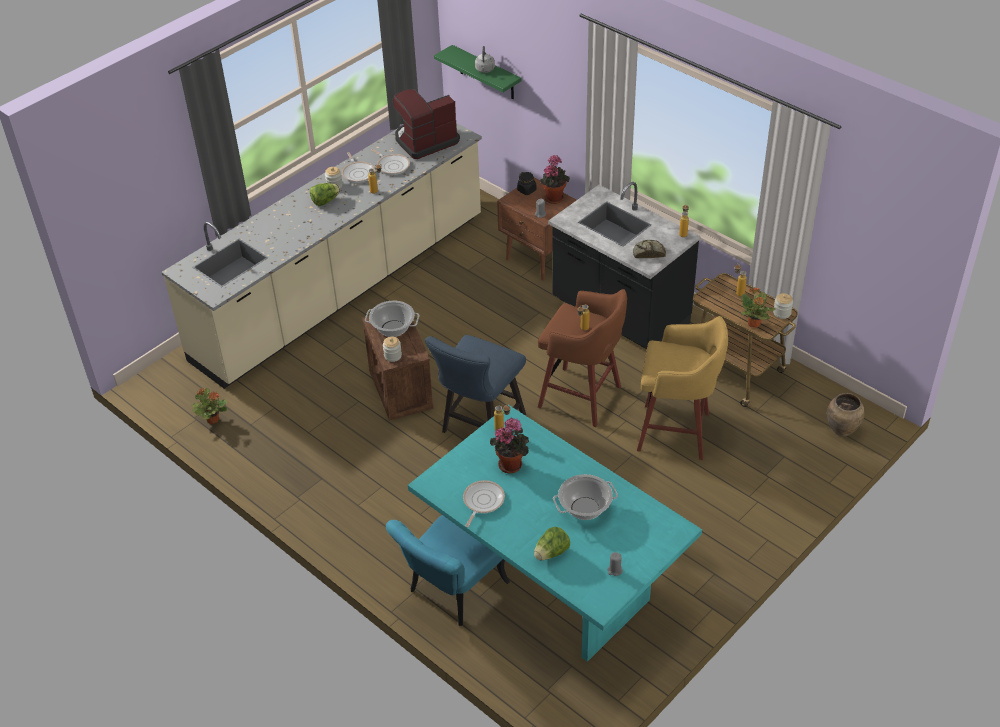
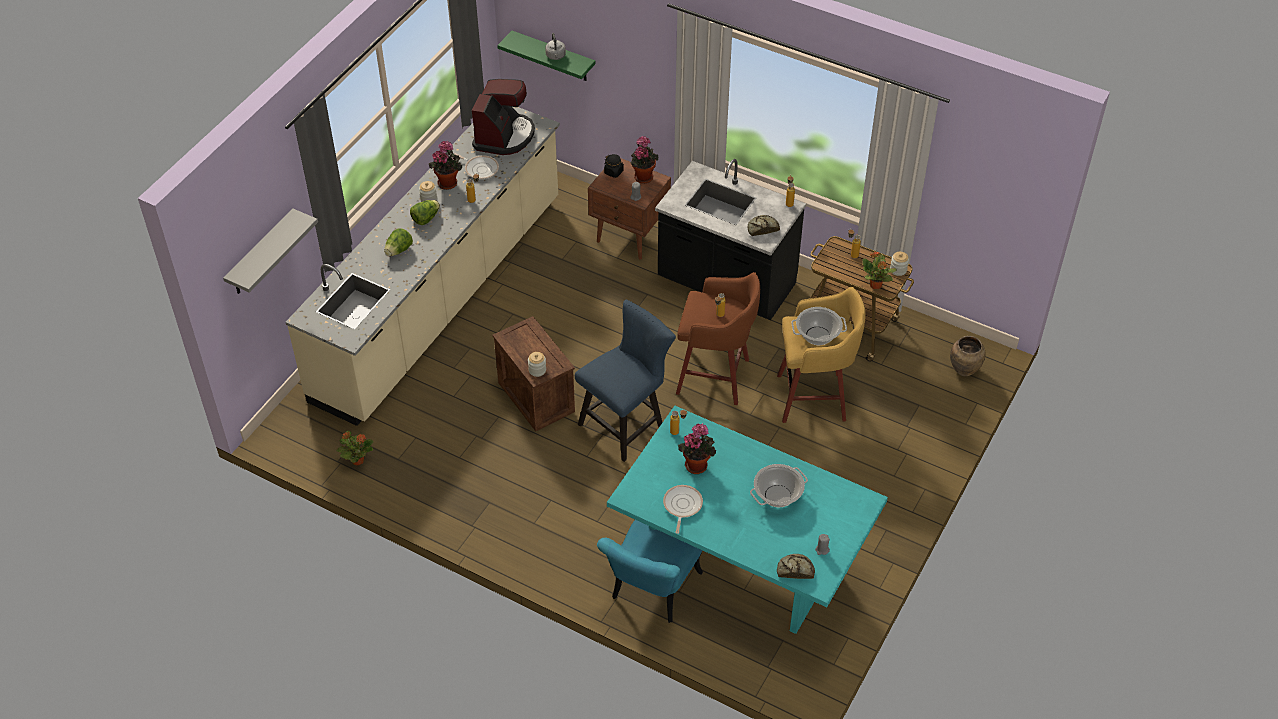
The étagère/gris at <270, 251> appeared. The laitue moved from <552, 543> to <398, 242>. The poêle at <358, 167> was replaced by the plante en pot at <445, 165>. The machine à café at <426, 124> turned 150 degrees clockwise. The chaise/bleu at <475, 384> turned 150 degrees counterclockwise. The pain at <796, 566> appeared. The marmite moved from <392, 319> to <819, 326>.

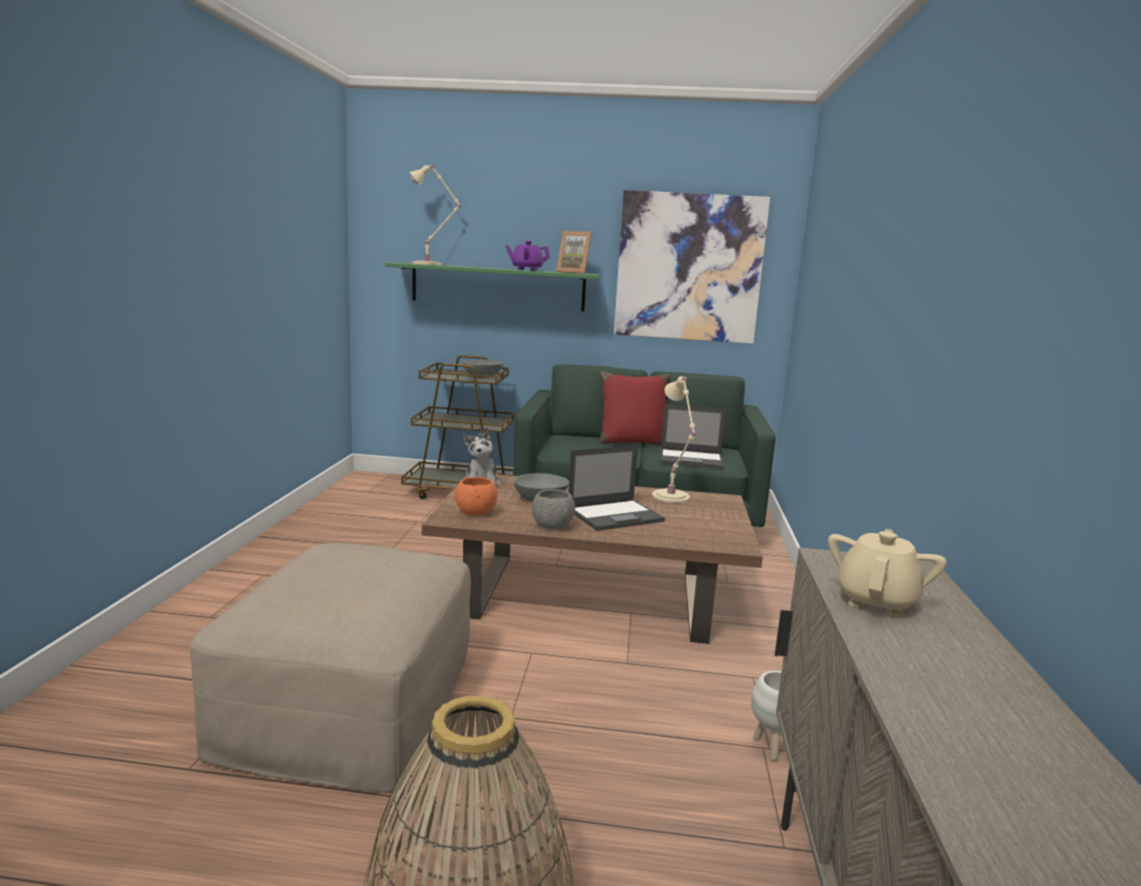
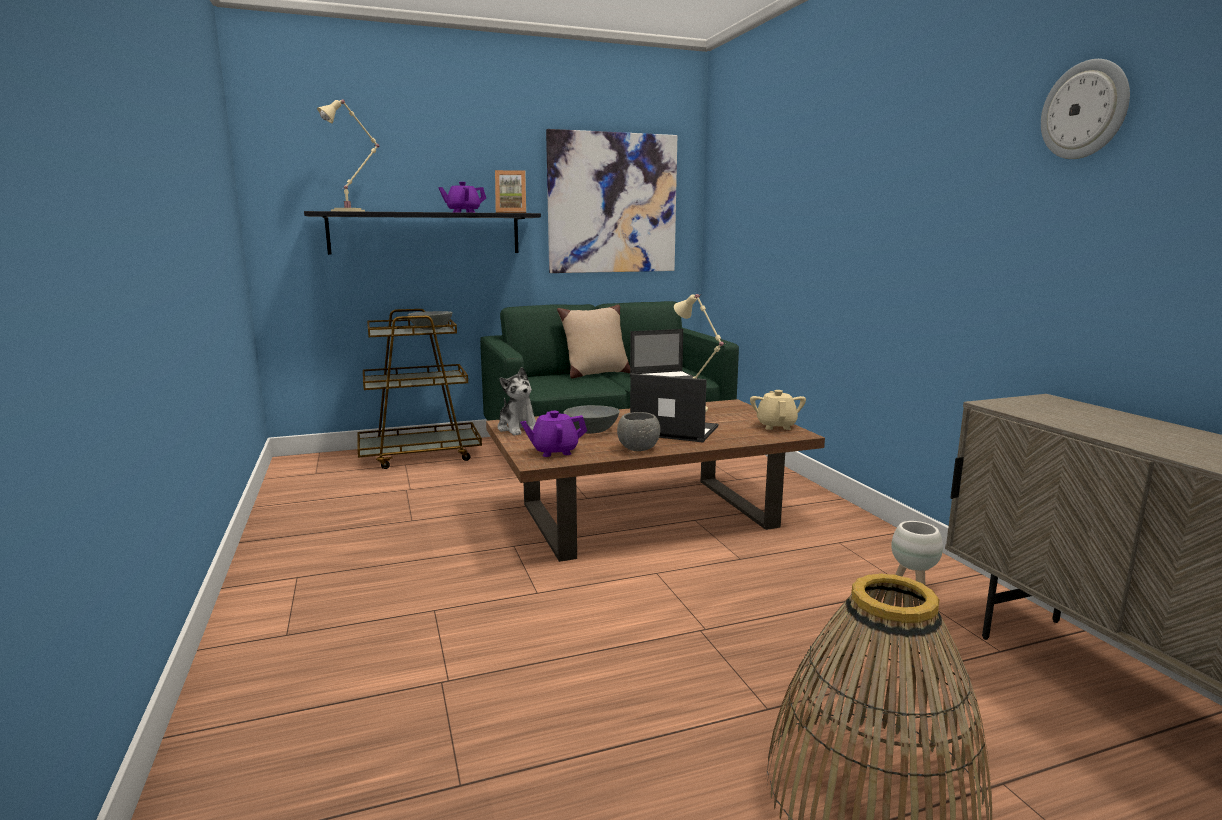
The étagère/vert at <492, 287> became the étagère/noir at <422, 233>. The bol/orange at <476, 496> was replaced by the théière/violet at <553, 434>. The coussin/rouge at <634, 408> became the coussin/beige at <593, 341>. The ordinateur portable at <616, 488> turned 105 degrees counterclockwise. The théière/beige moved from <887, 573> to <778, 410>. The horloge murale at <1085, 109> appeared. The pouf/beige at <330, 668> disappeared.

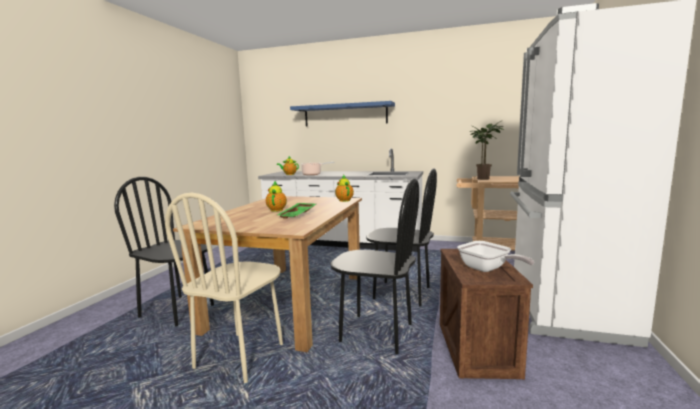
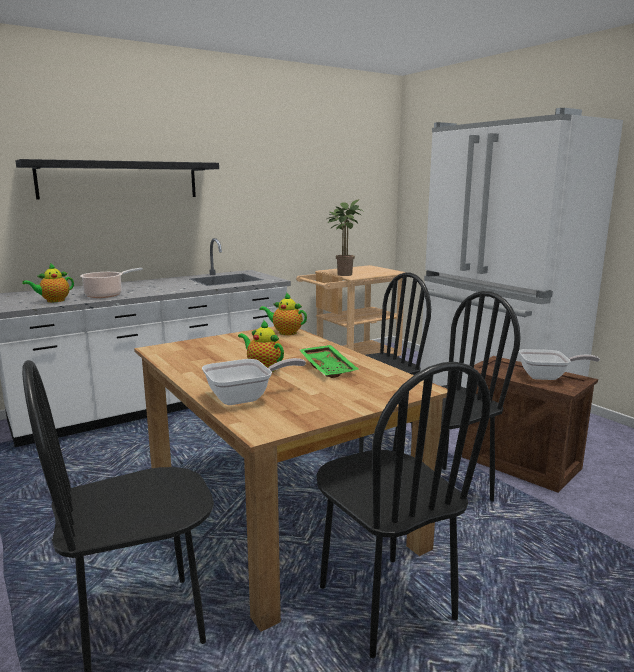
The étagère/bleu at <342, 114> became the étagère/noir at <117, 179>. The poêle at <254, 381> appeared. The chaise/beige at <224, 288> became the chaise/noir at <403, 510>.

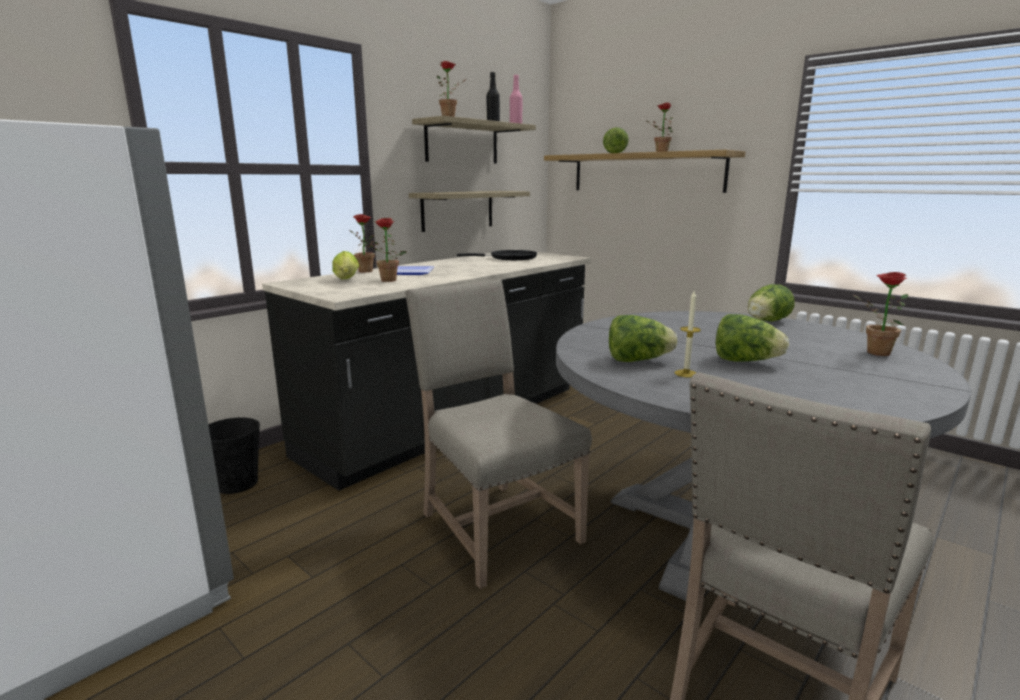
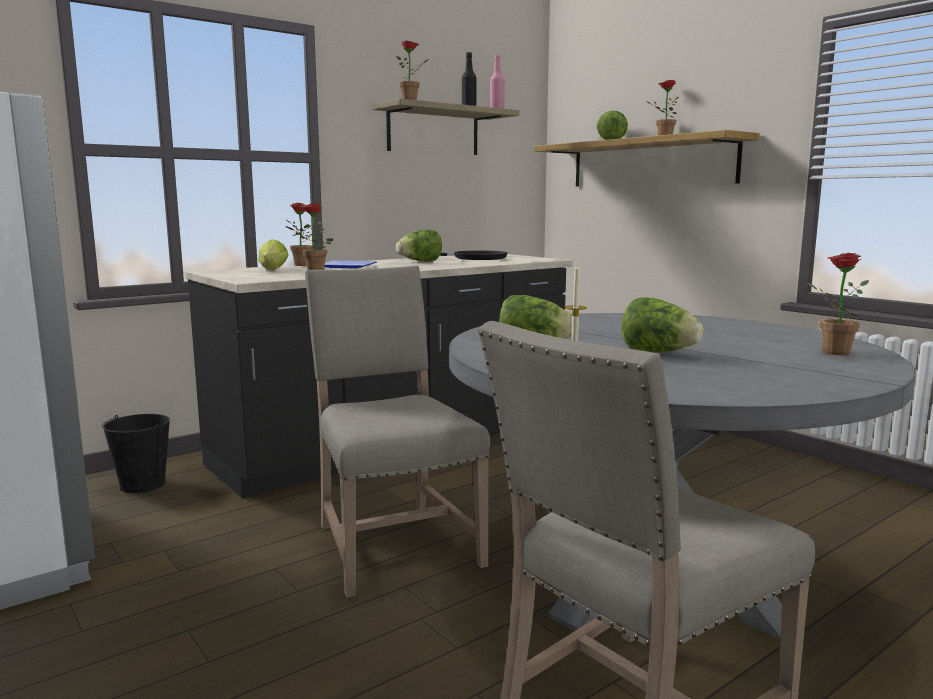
The laitue moved from <771, 303> to <419, 245>. The étagère at <469, 211> disappeared.

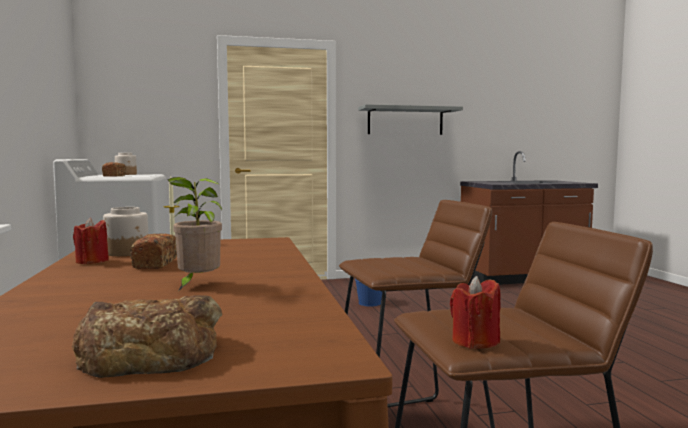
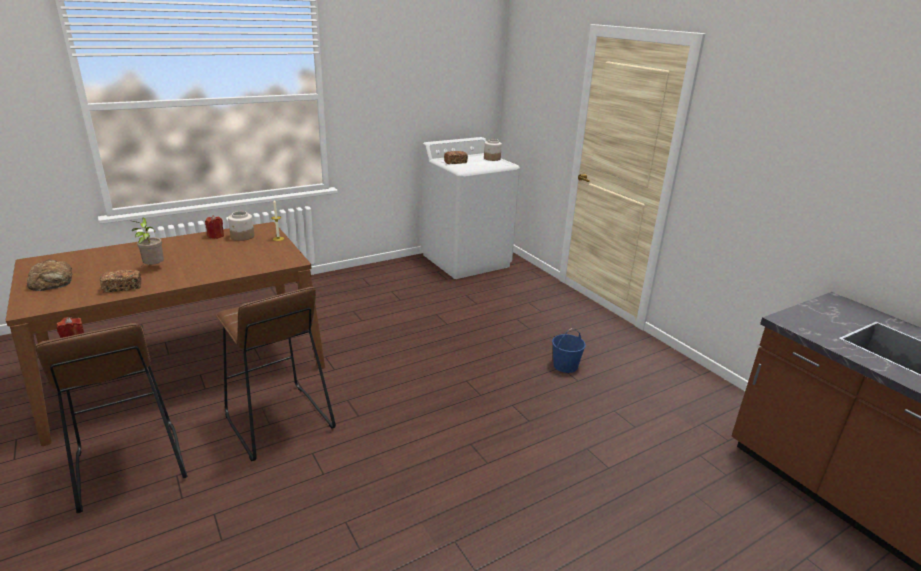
The pain moved from <153, 251> to <120, 281>. The étagère/gris at <410, 119> disappeared.

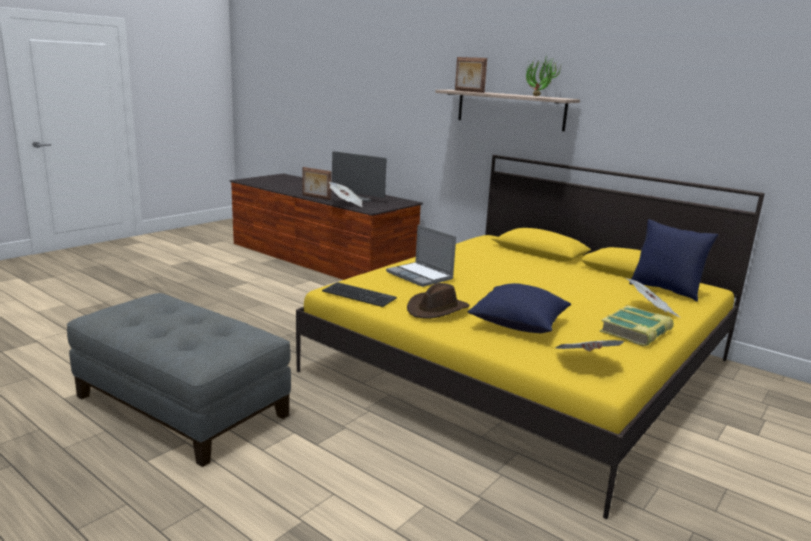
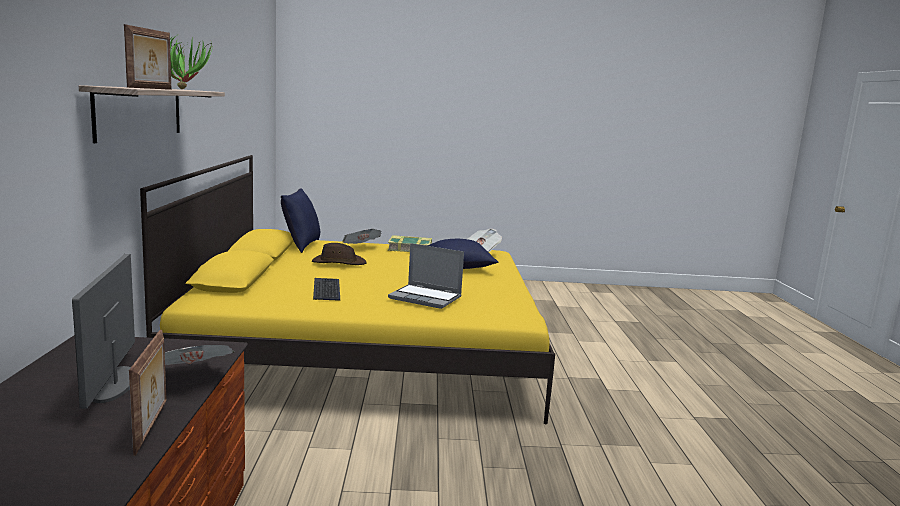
The chapeau/marron moved from <438, 301> to <339, 254>. The clavier moved from <359, 294> to <326, 289>. The ordinateur portable at <421, 256> turned 105 degrees clockwise. The pouf/gris at <179, 380> disappeared.

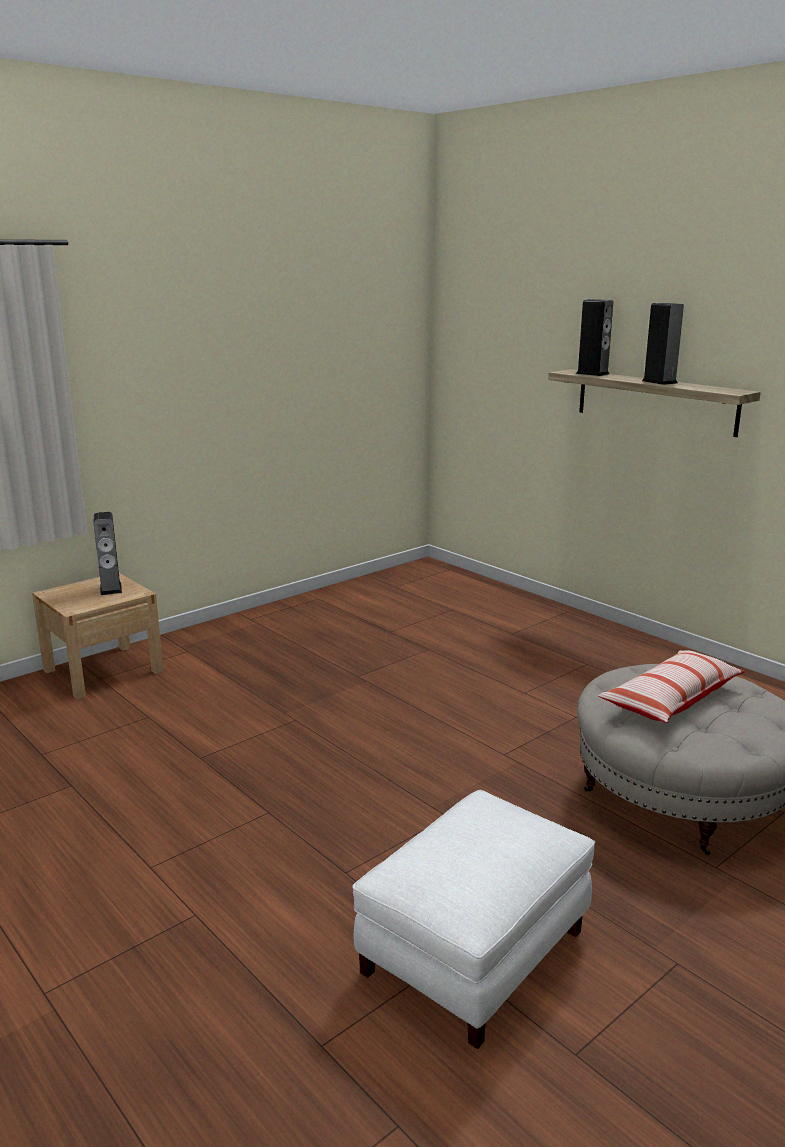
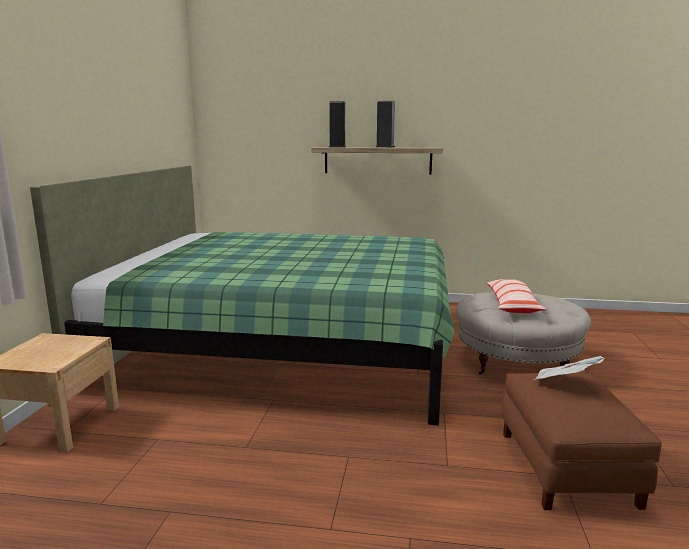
The lit/vert at <242, 295> appeared. The pouf/blanc at <474, 919> became the pouf/marron at <582, 441>. The journal at <569, 368> appeared. The enceinte at <108, 553> disappeared.

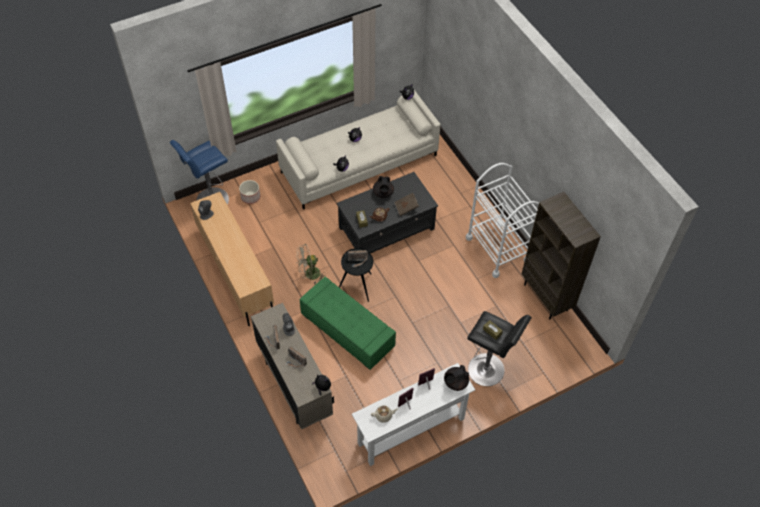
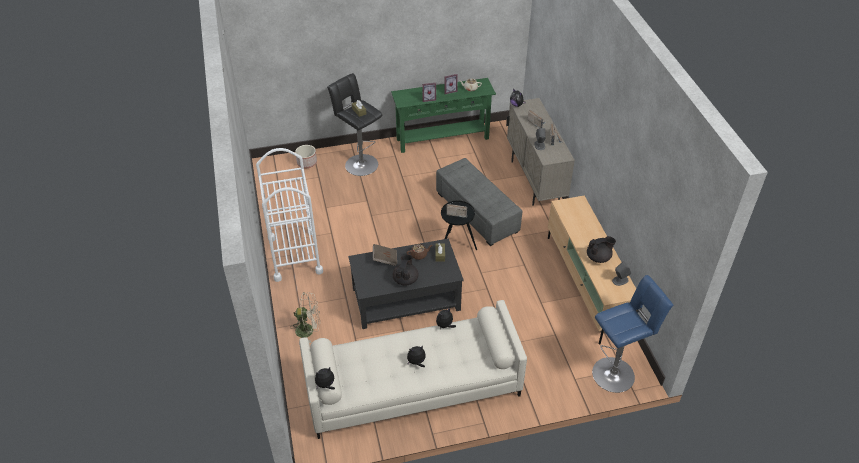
The ventilateur/beige moved from <311, 264> to <305, 317>. The cache-pot moved from <249, 192> to <306, 156>. The table console/blanc at <413, 414> became the table console/vert at <443, 115>. The pouf/vert at <348, 323> became the pouf/gris at <479, 202>. The théière/noir moved from <456, 378> to <601, 249>. The bibliothèque/marron at <561, 256> disappeared.

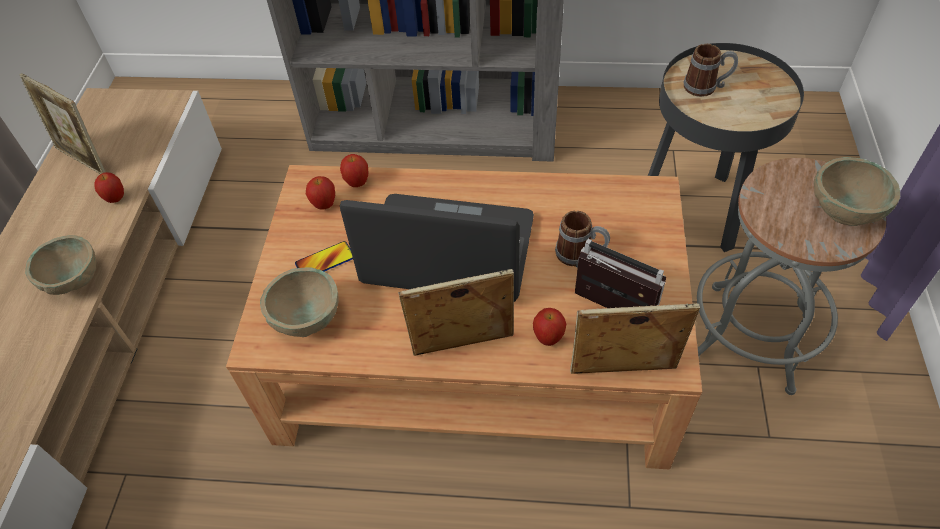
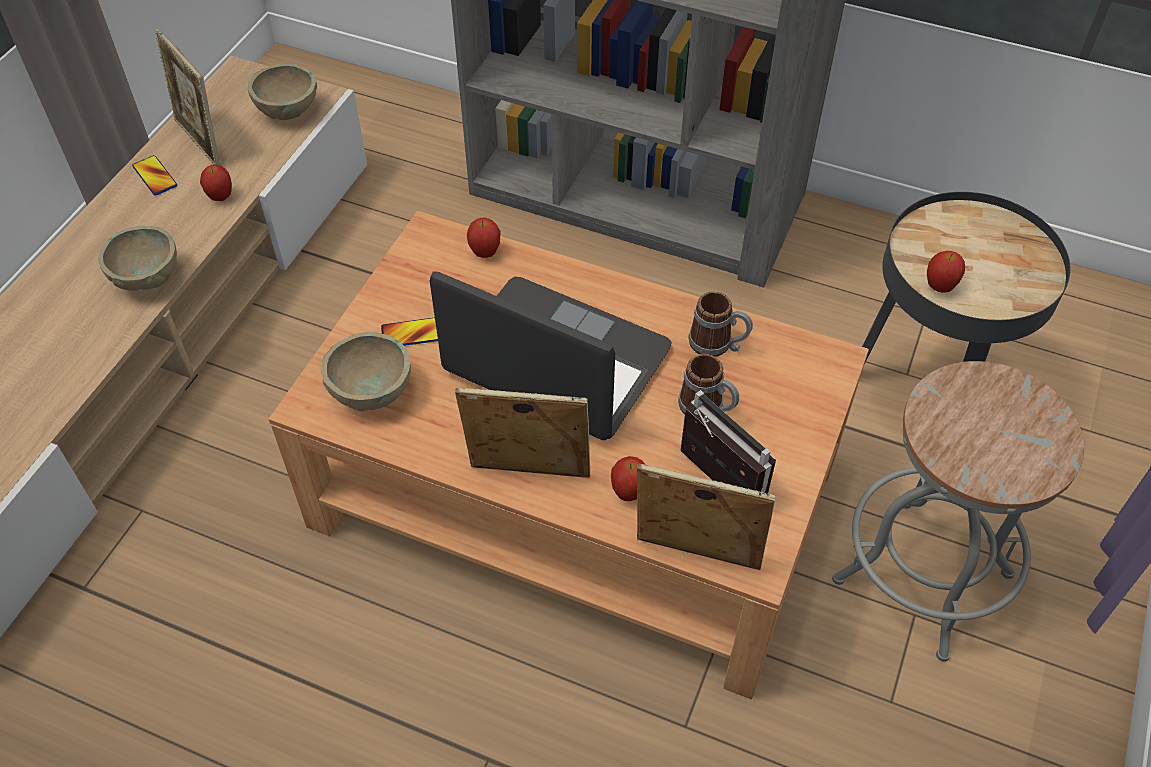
The téléphone at <154, 175> appeared. The bol/beige moved from <857, 191> to <282, 92>. The mug moved from <710, 70> to <720, 324>. The pomme moved from <320, 193> to <946, 272>.

